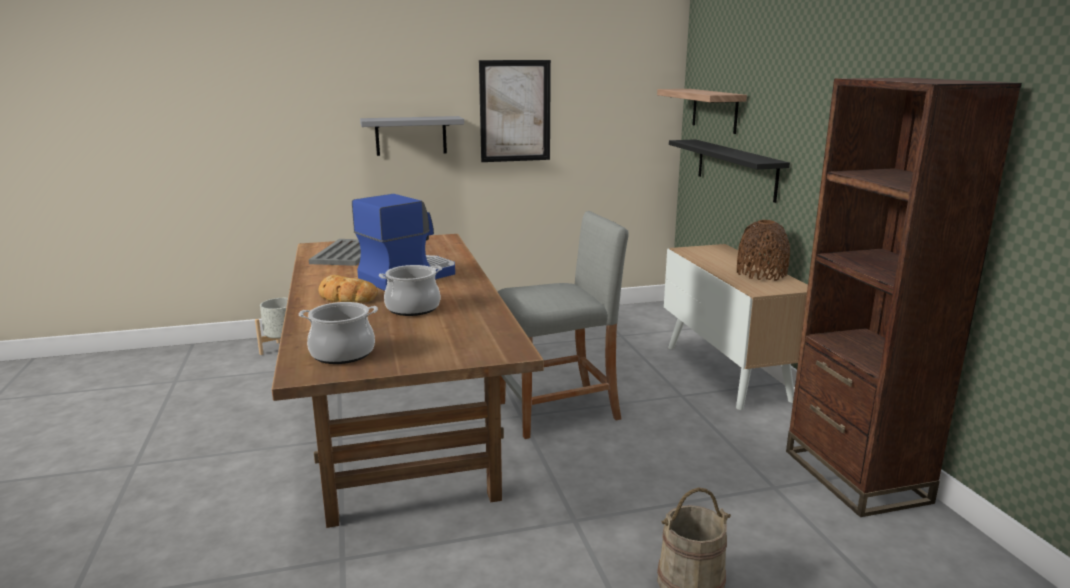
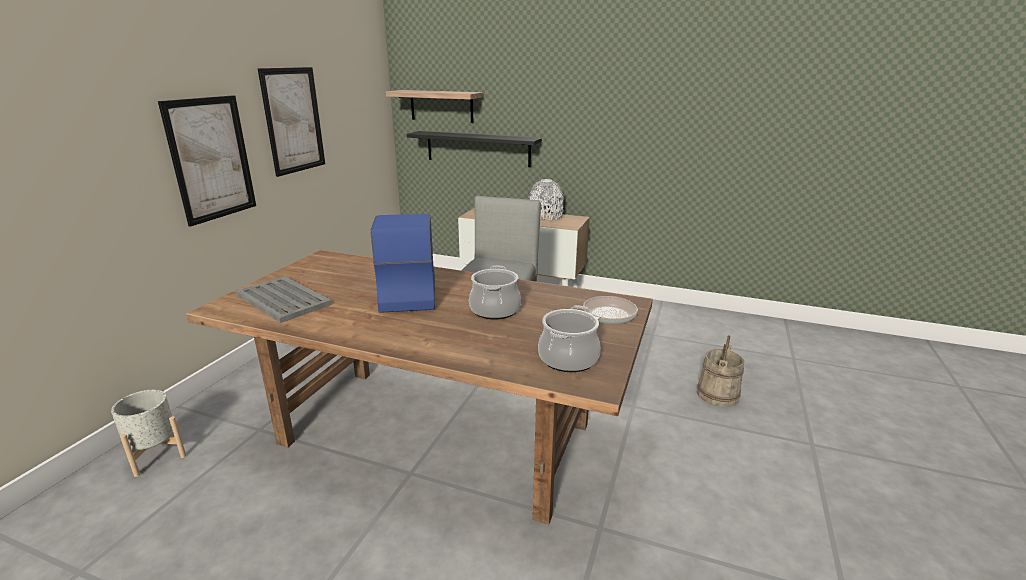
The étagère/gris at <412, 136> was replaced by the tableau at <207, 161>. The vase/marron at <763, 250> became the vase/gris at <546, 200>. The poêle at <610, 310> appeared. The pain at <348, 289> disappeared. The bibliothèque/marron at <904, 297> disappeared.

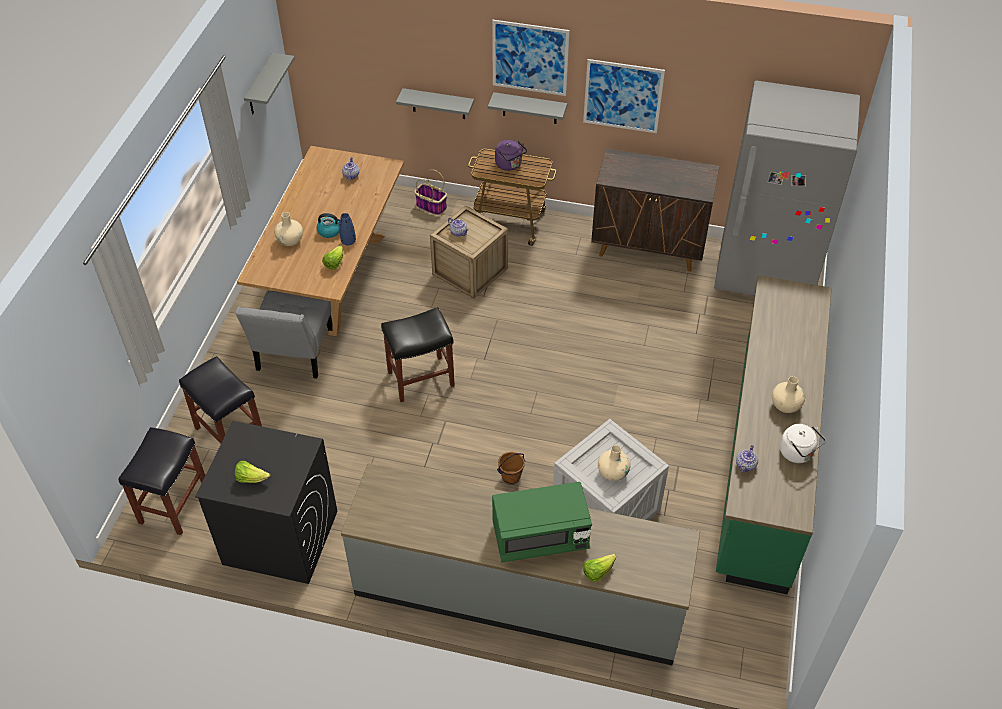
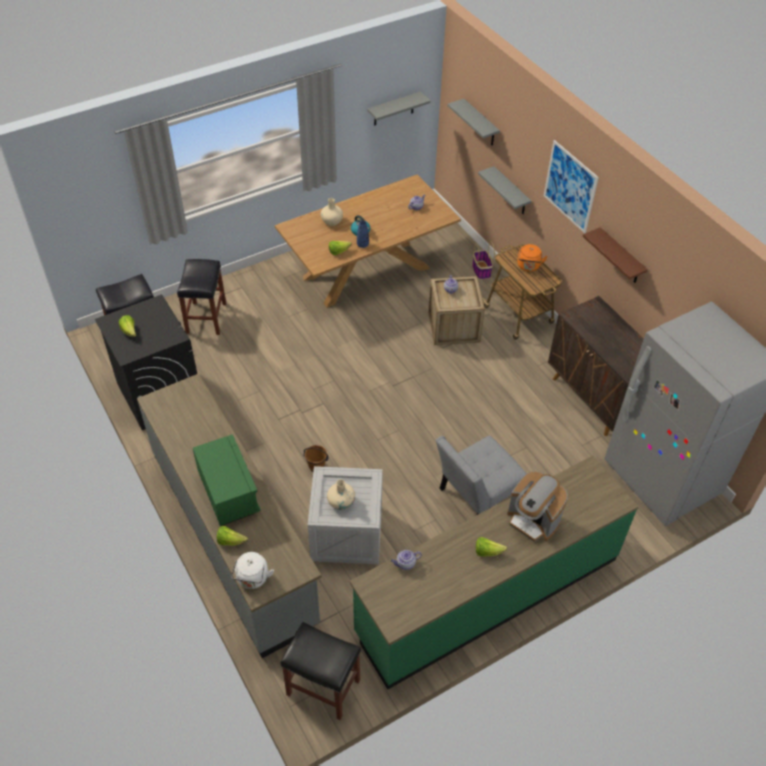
The micro-ondes/vert at <542, 522> turned 150 degrees counterclockwise. The bouilloire/blanc moved from <803, 443> to <252, 570>. The tabouret/noir moved from <418, 354> to <320, 671>. The chaise/gris moved from <284, 335> to <481, 475>. The étagère/gris moved from <527, 108> to <474, 122>. The vase/beige at <788, 394> was replaced by the laitue at <491, 547>. The machine à café at <537, 506> appeared. The bouilloire/violet at <511, 155> became the bouilloire/orange at <532, 257>. The tableau at <624, 96> was replaced by the étagère/marron at <615, 255>.

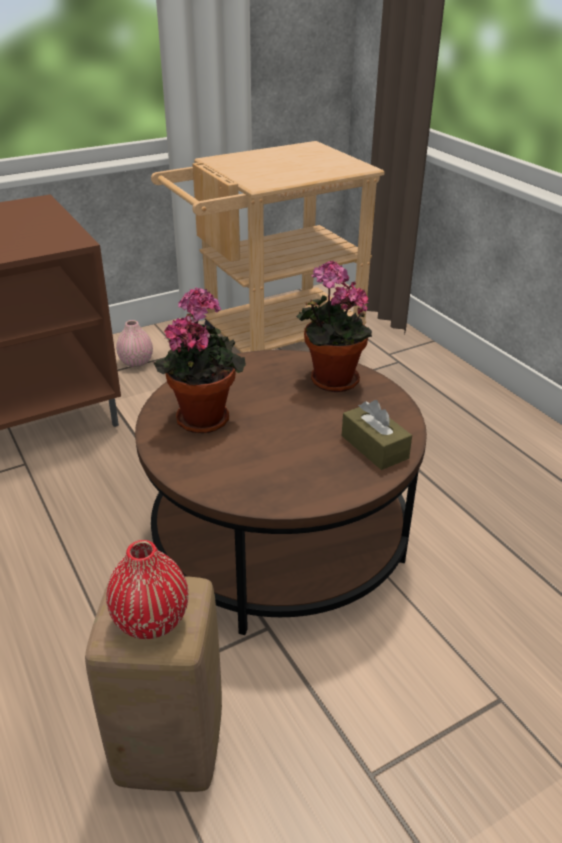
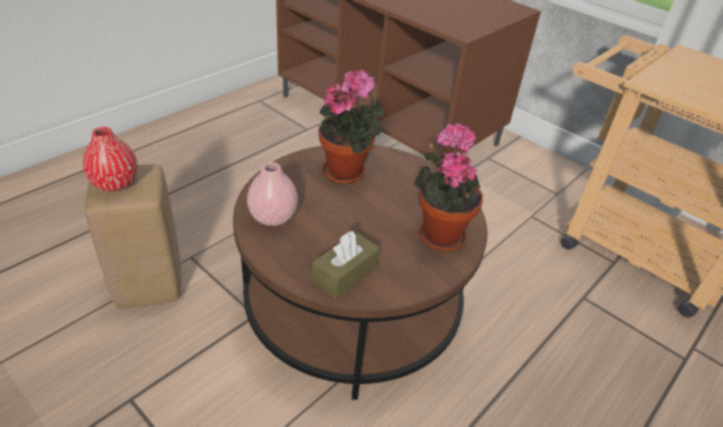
The vase/rose moved from <134, 343> to <272, 194>.

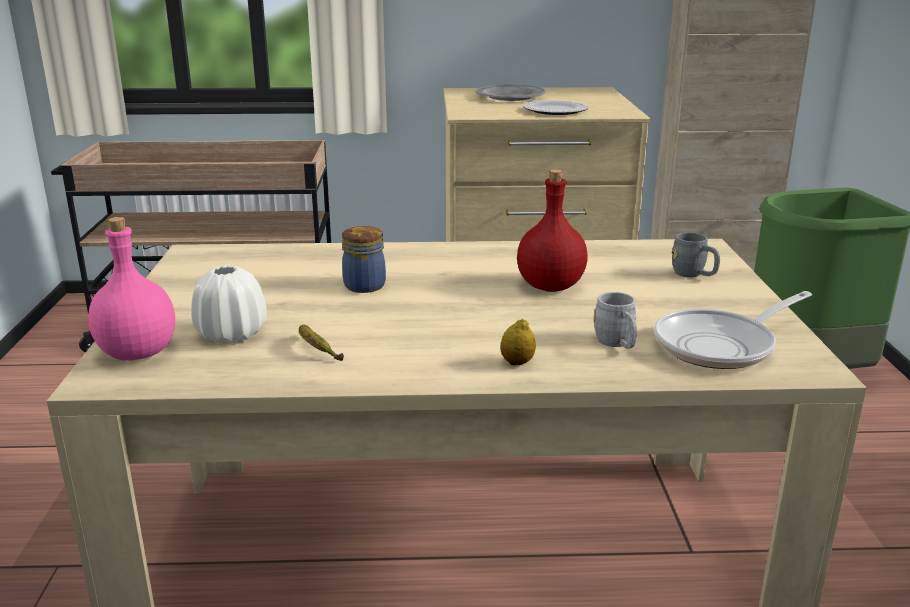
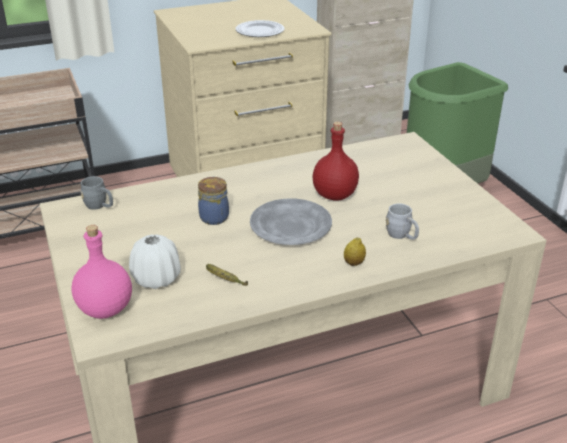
The mug/gris moved from <695, 254> to <96, 193>. The assiette/gris moved from <511, 93> to <291, 221>. The poêle at <733, 330> disappeared.

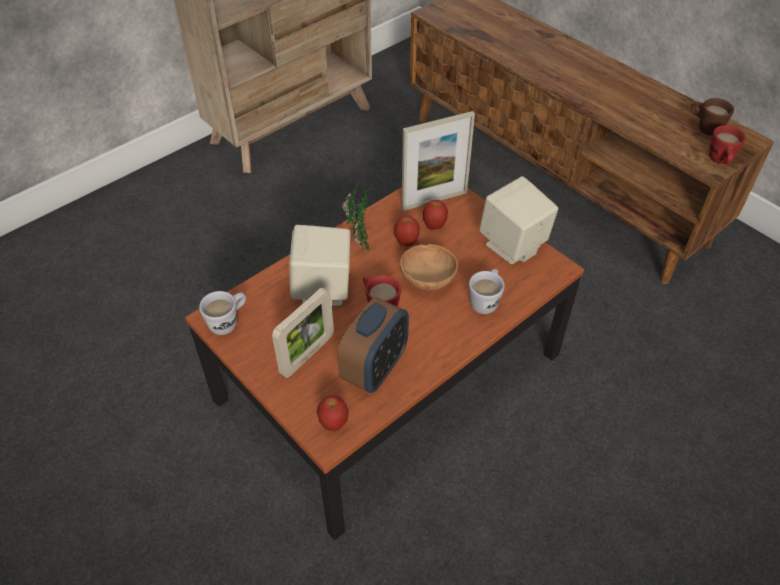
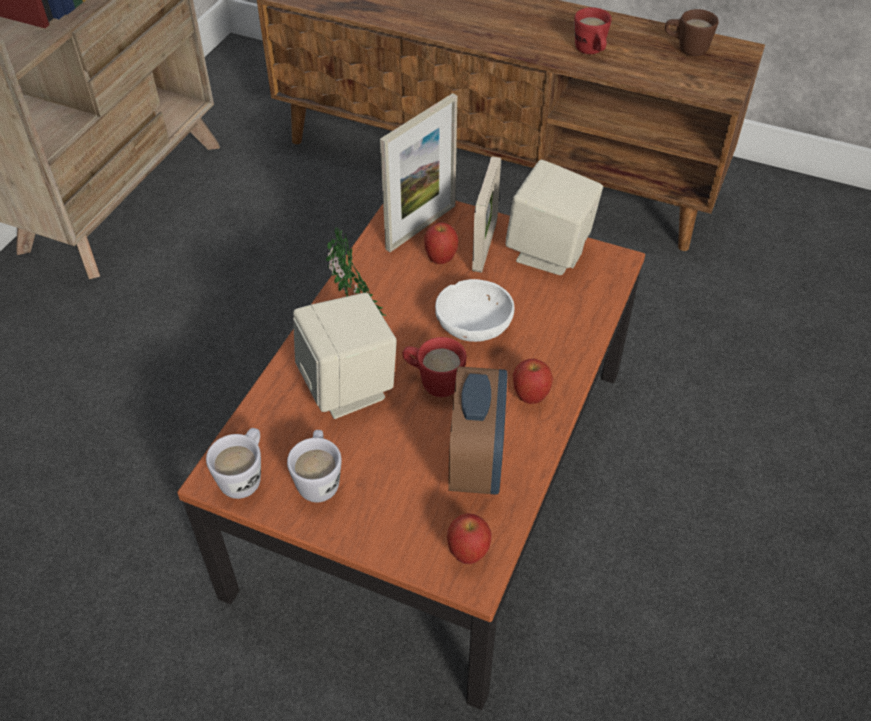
The mug/blanc moved from <487, 291> to <314, 466>. The bol/marron at <429, 267> became the bol/blanc at <474, 310>. The cadre photo moved from <303, 332> to <486, 215>. The pomme moved from <407, 231> to <533, 381>. The mug/rouge moved from <727, 144> to <593, 30>.

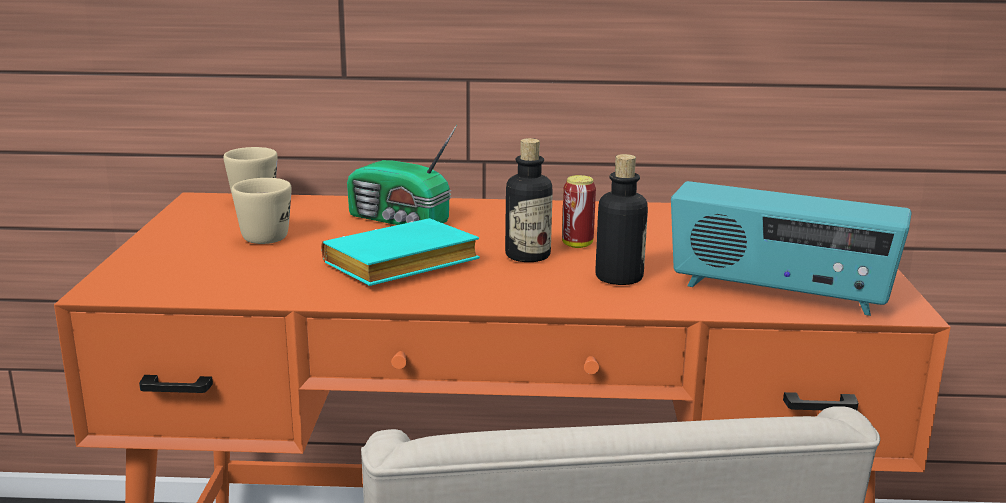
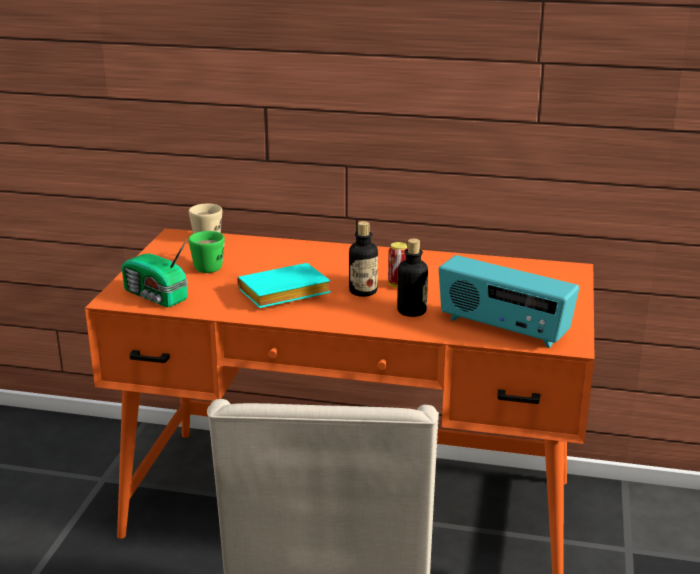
The radio moved from <402, 175> to <155, 272>. The mug/beige at <261, 211> became the mug/vert at <207, 252>.

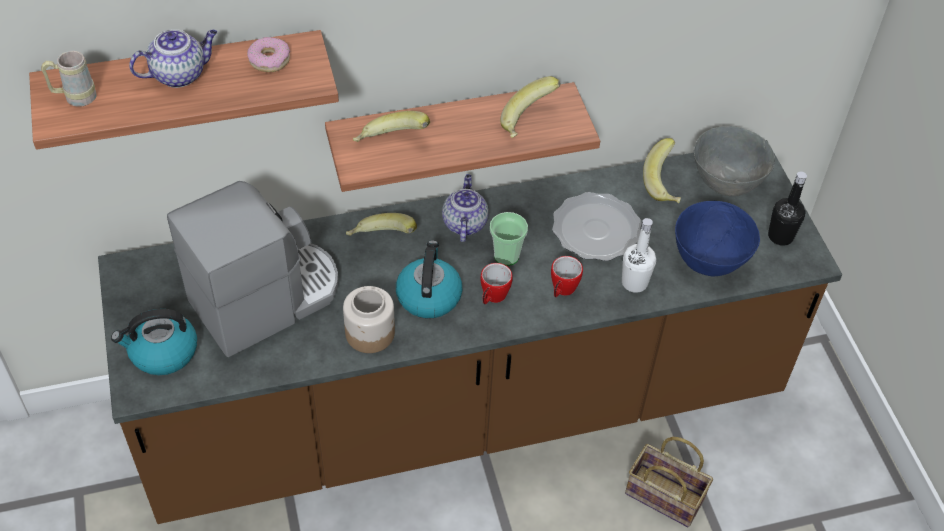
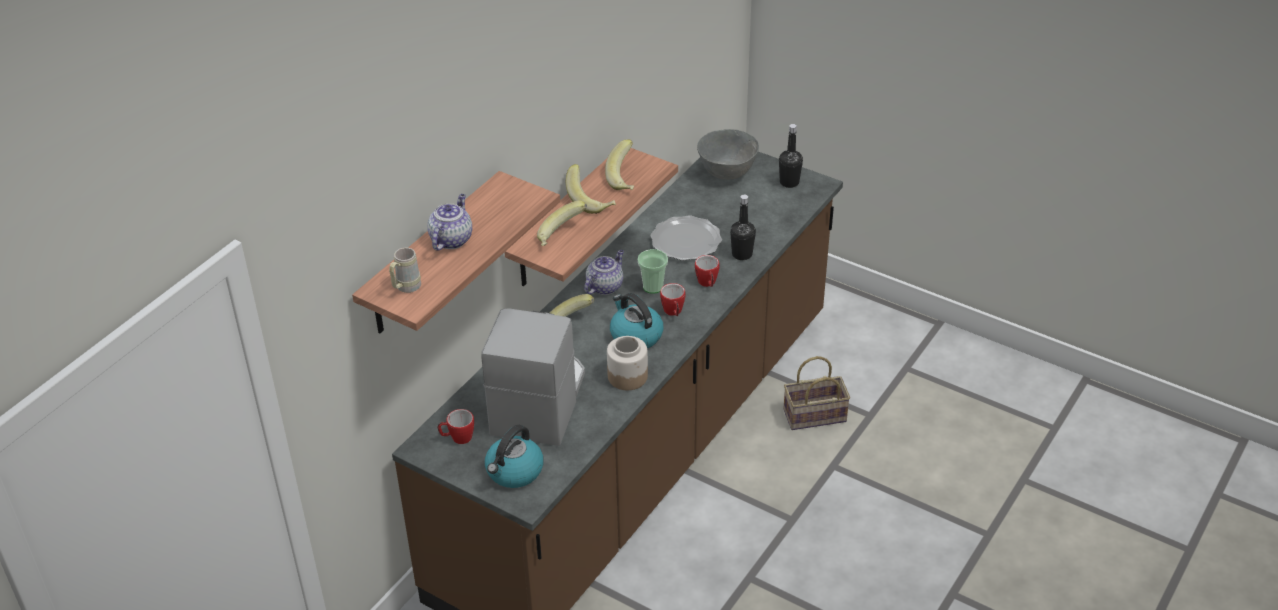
The mug at <456, 426> appeared. The banane moved from <662, 170> to <591, 189>. The théière at <465, 208> turned 75 degrees clockwise. The bouteille/blanc at <639, 255> became the bouteille/noir at <743, 227>. The beignet at <268, 54> disappeared. The bol/bleu at <717, 238> disappeared.

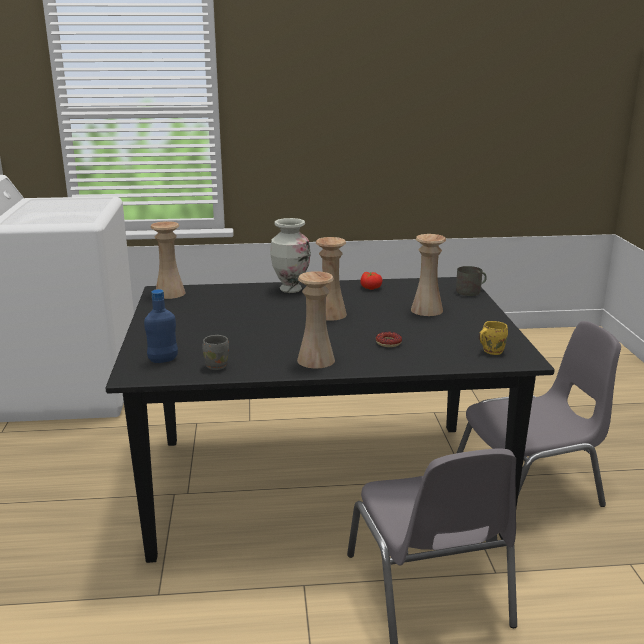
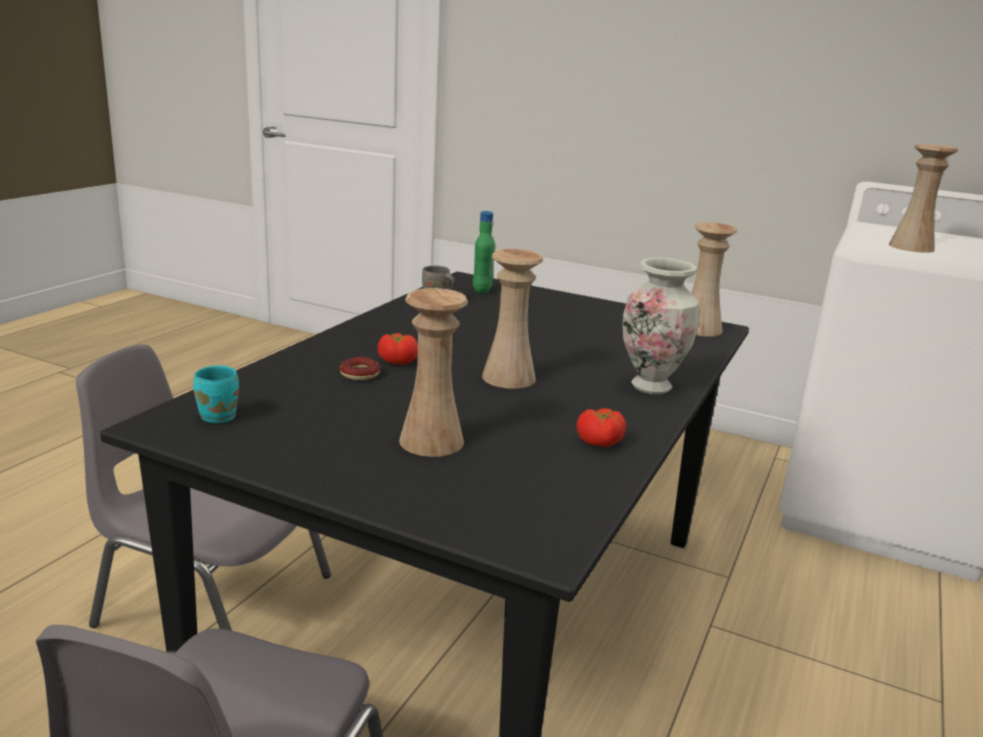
The mug/jaune at <493, 338> became the mug/turquoise at <216, 394>. The tomate at <397, 348> appeared. The bouteille/bleu at <161, 326> became the bouteille/vert at <484, 252>. The vase/beige moved from <316, 320> to <923, 198>. The mug/gris at <471, 281> disappeared.

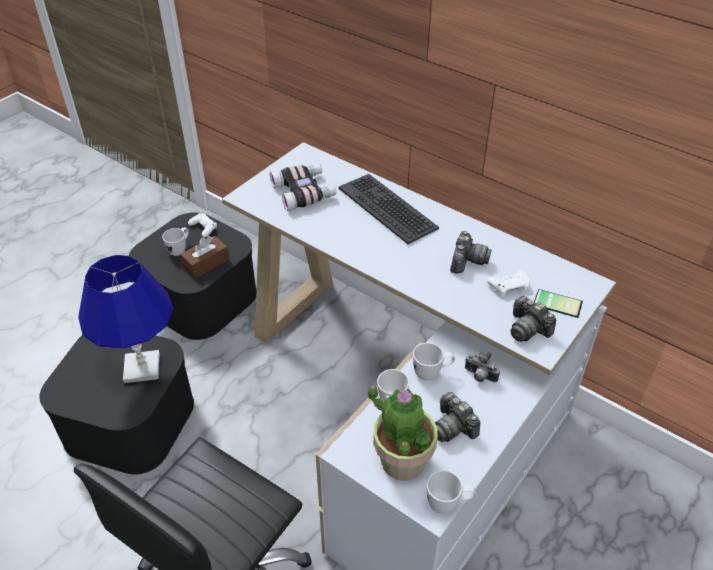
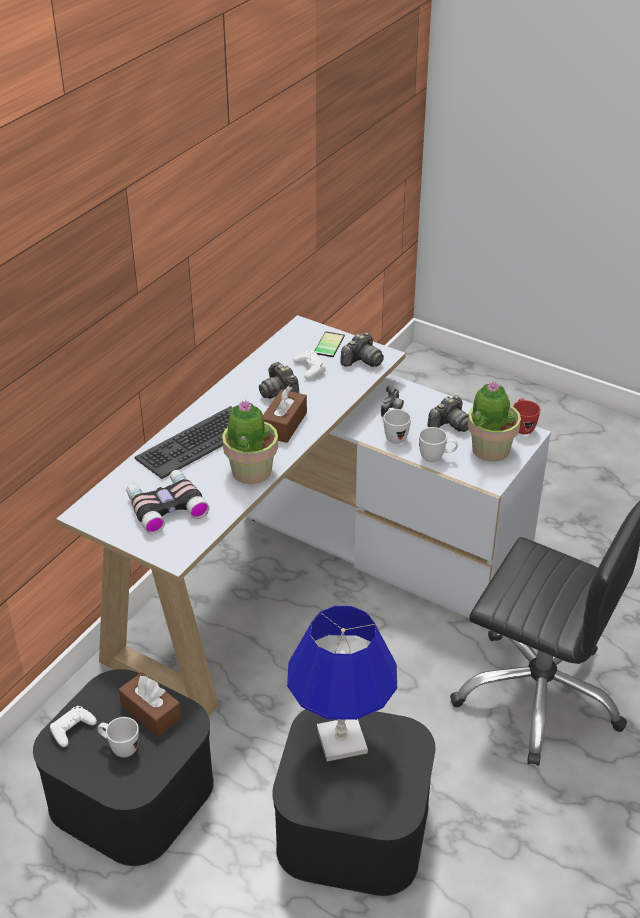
The plante en pot at <250, 442> appeared. The appareil photo at <471, 252> turned 135 degrees counterclockwise. The boîte à mouchoirs/marron at <285, 414> appeared. The mug/blanc at <451, 492> became the mug/rouge at <526, 416>.

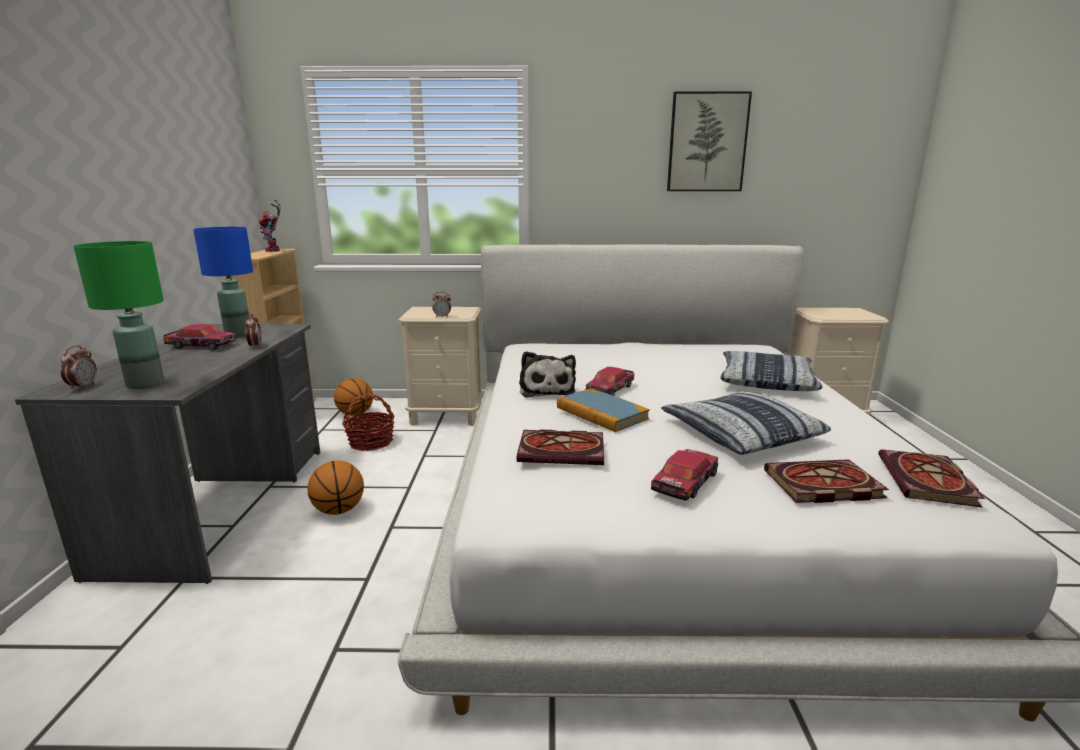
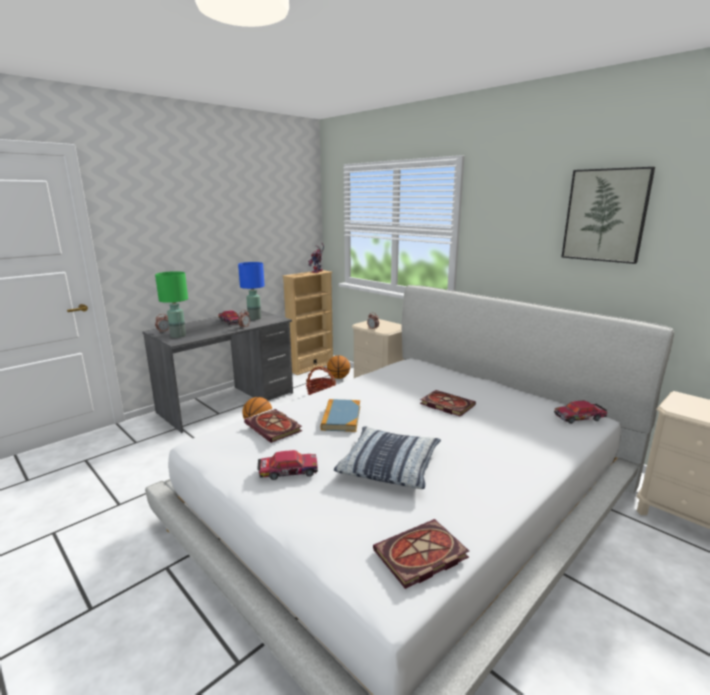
The livre moved from <826, 481> to <448, 403>. The petite voiture moved from <610, 381> to <580, 412>. The peluche at <547, 374> disappeared. The coussin at <771, 371> disappeared.

